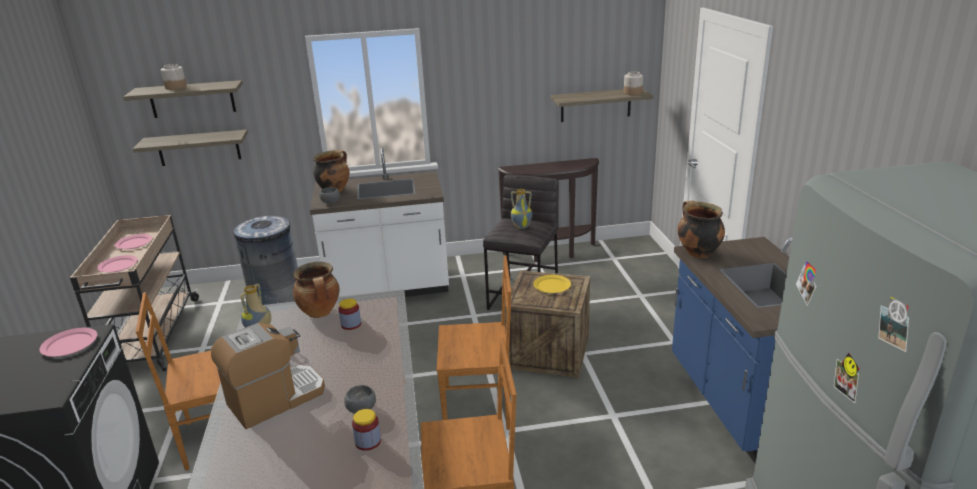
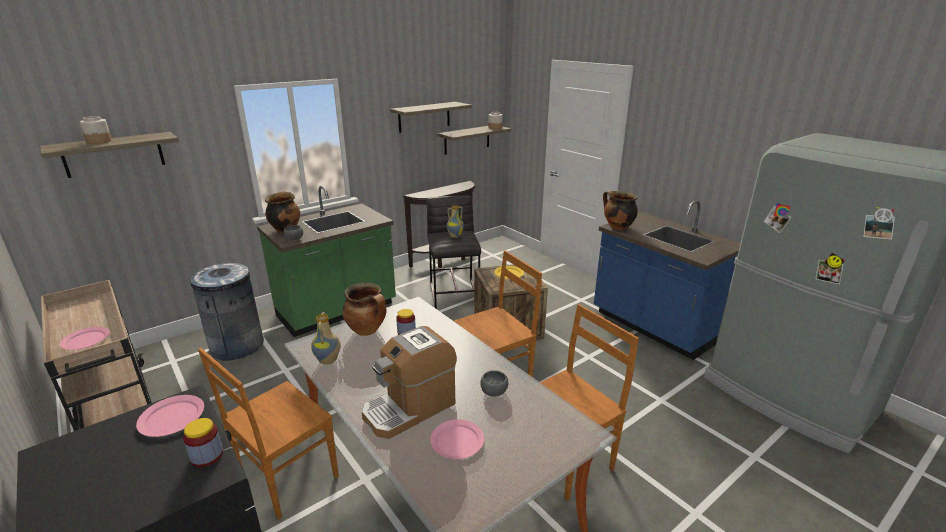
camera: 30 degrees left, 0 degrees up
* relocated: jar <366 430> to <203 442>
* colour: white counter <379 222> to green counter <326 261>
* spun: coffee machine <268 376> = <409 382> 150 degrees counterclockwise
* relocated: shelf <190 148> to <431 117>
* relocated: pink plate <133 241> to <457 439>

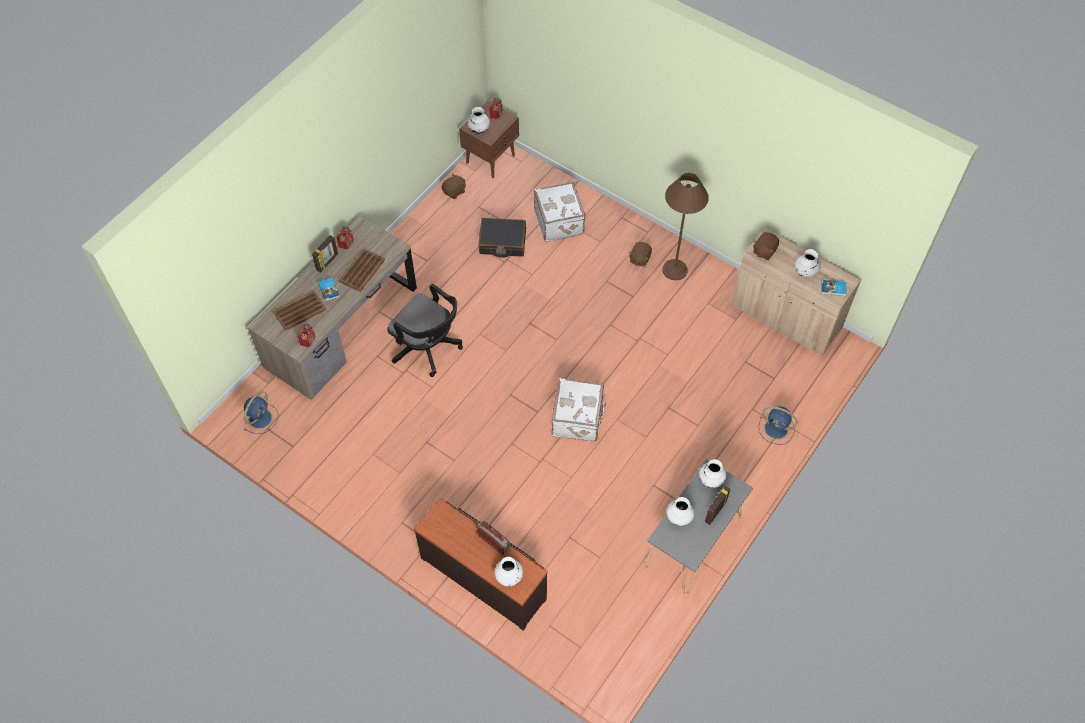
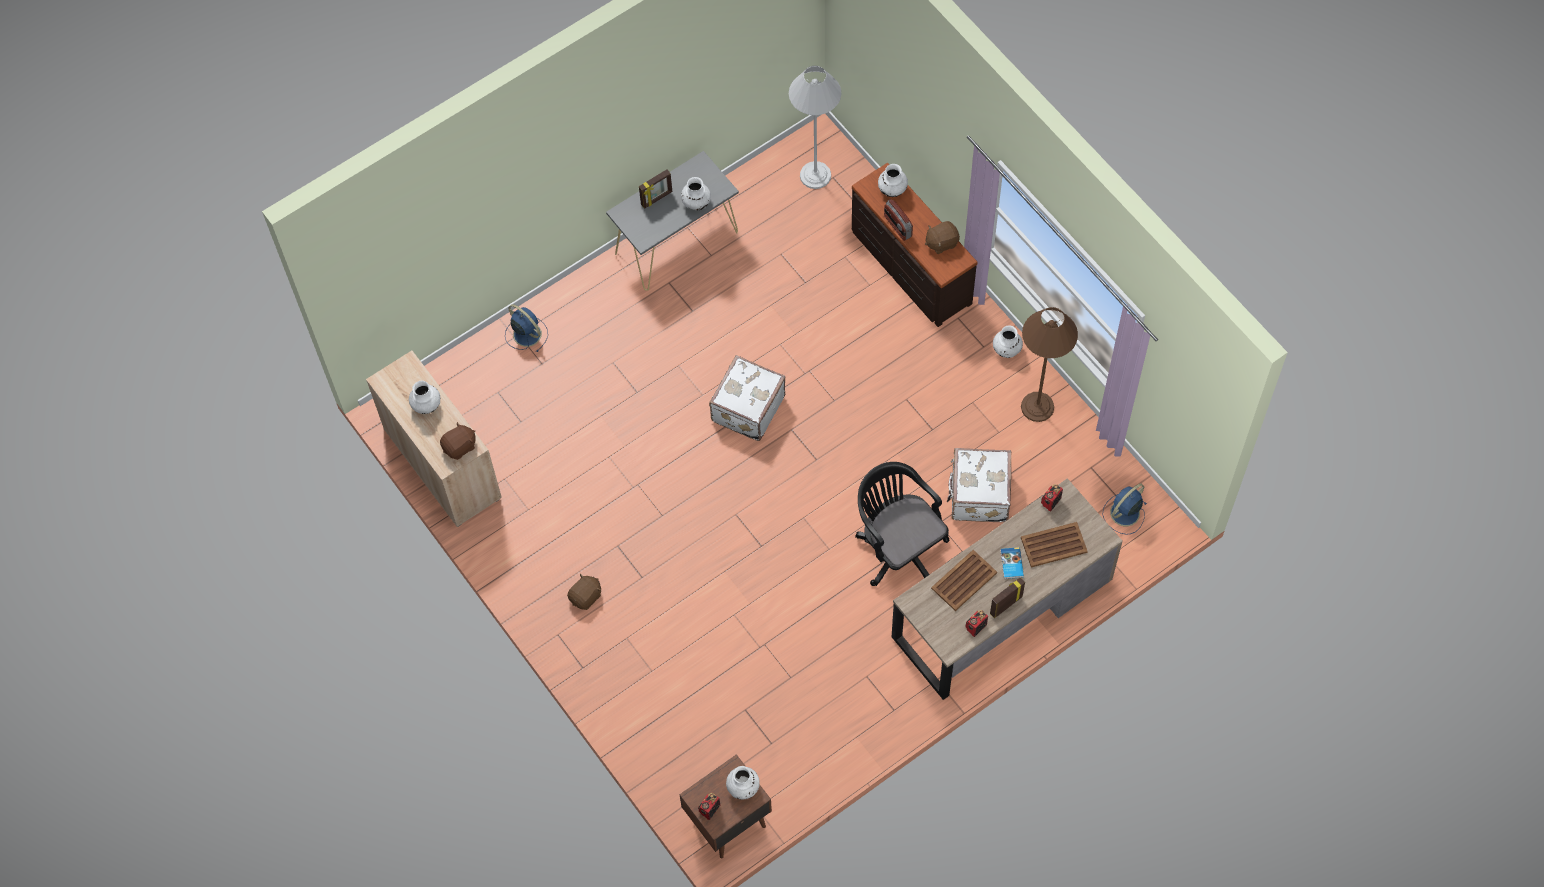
camera: 160 degrees left, 5 degrees up
* appeared: white floor lamp <815 127>
* relocated: brown plush toy <453 186> to <942 237>
* relocated: white suitcase <560 212> to <979 485>
* relocated: white vase <712 473> to <1008 341>
* relocated: brown floor lamp <685 226> to <1049 364>
* missing: black suitcase <502 238>
* missing: book <833 288>

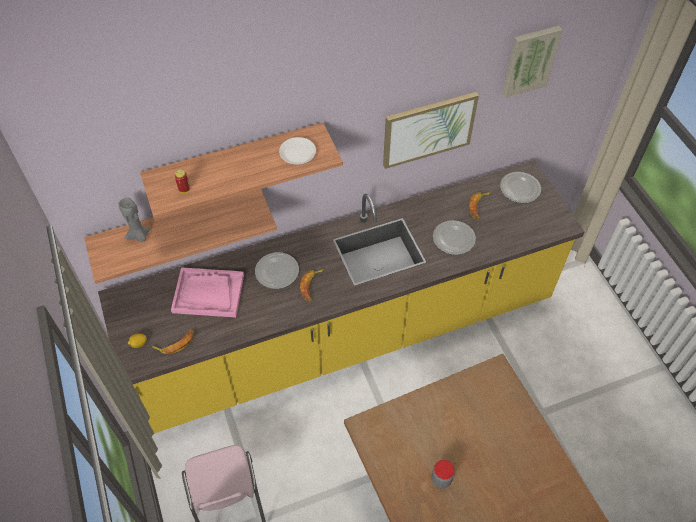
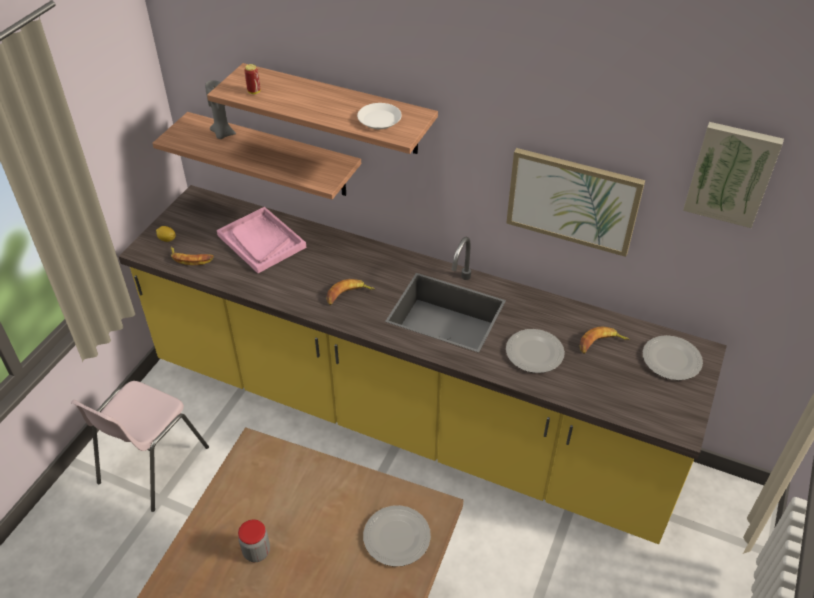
camera: 45 degrees right, 10 degrees down
* relocated: plate <277 270> to <397 536>

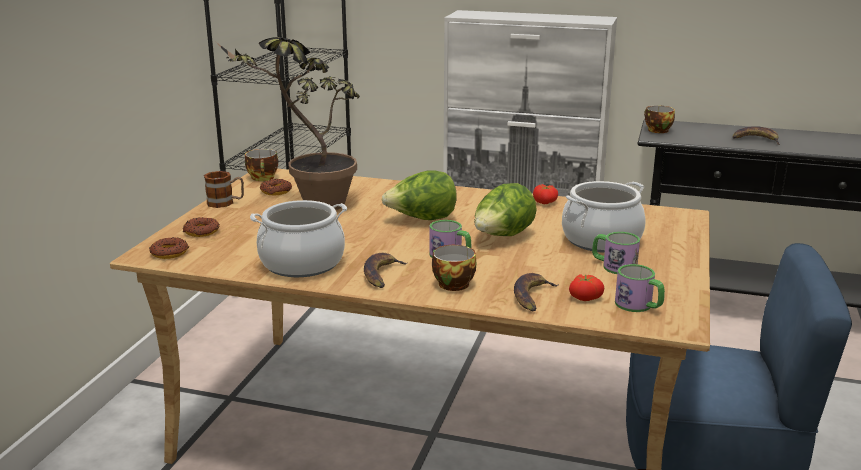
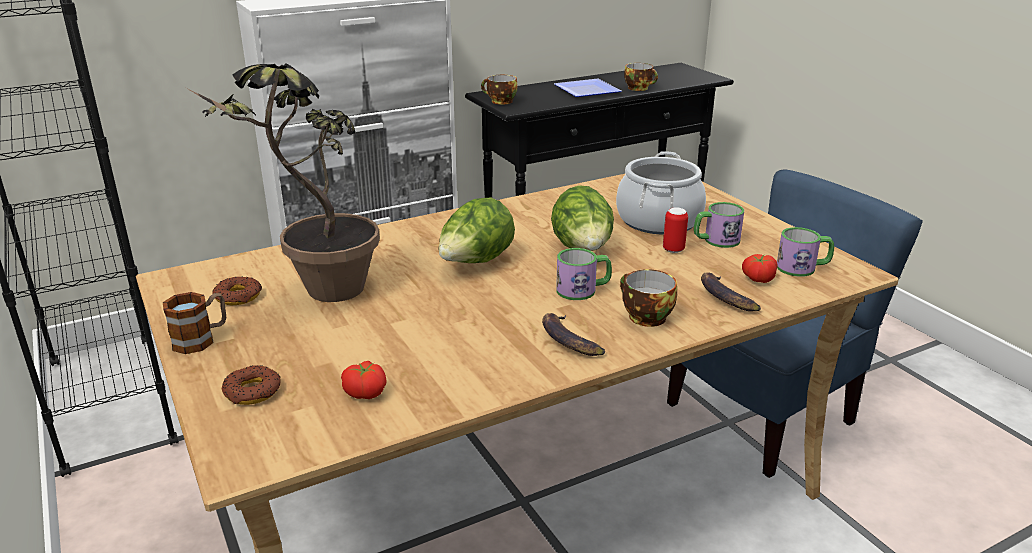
camera: 45 degrees left, 5 degrees up
* relocated: tomato <545 194> to <364 380>
* exchanged: banana <756 135> to plate <588 88>
* relocated: cup <261 165> to <641 77>
* appeared: can <675 230>
* missing: donut <169 248>
* missing: cooking pot <298 238>

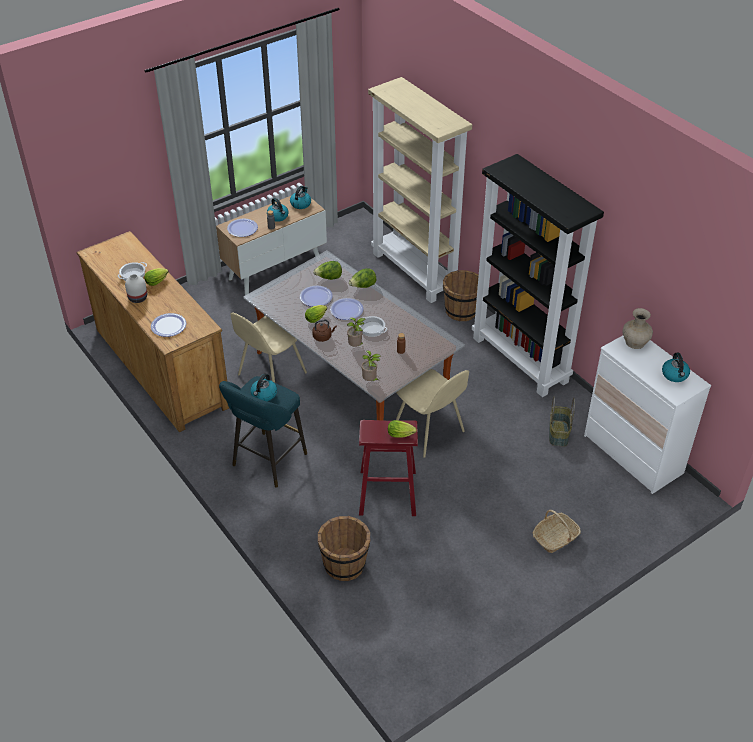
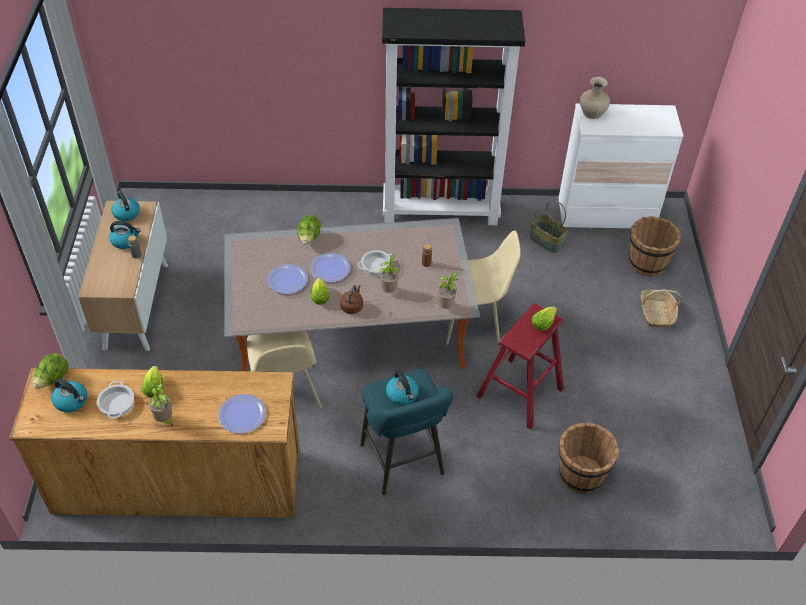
camera: 55 degrees left, 5 degrees up
* relocated: lettuce <327 270> to <51 371>
* relocated: kettle <676 367> to <69 396>
* exchanged: white vase <136 288> to potted plant <161 405>
* relocated: brown bucket <461 295> to <655 246>
* missing: plate <242 228>
* missing: beige bookcase <420 190>

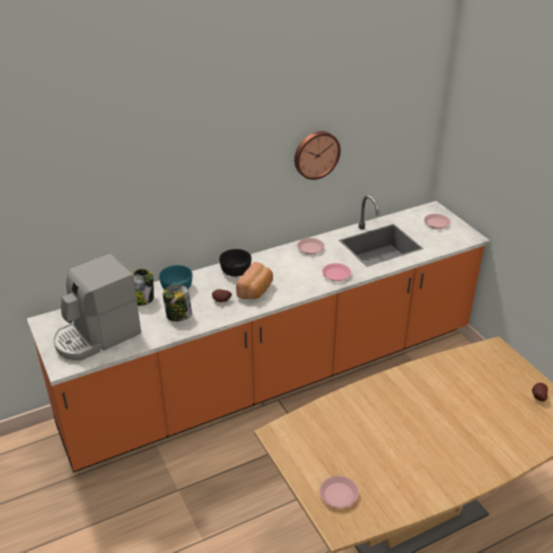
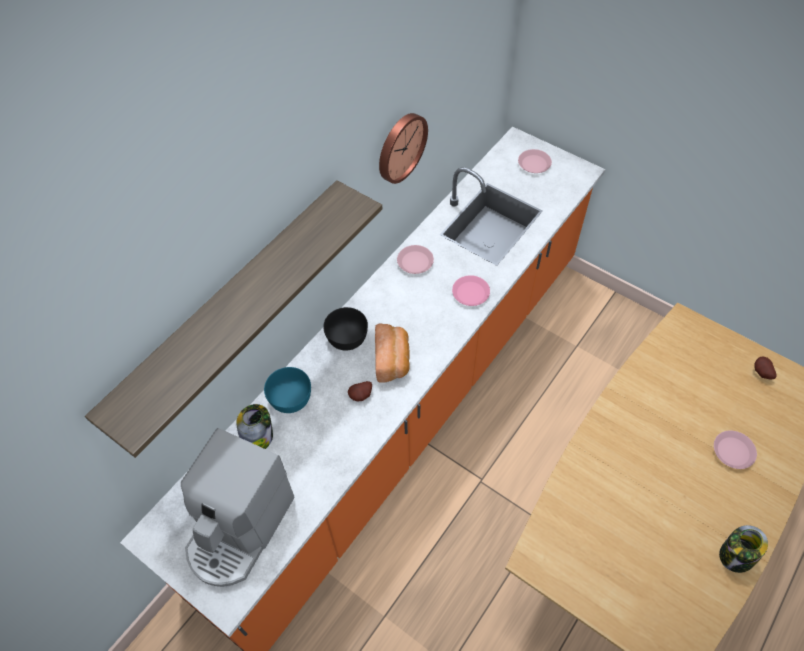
camera: 25 degrees left, 20 degrees up
* appeared: shelf <233 319>
* relocated: pink plate <339 492> to <735 450>
* relocated: jar <177 303> to <743 549>

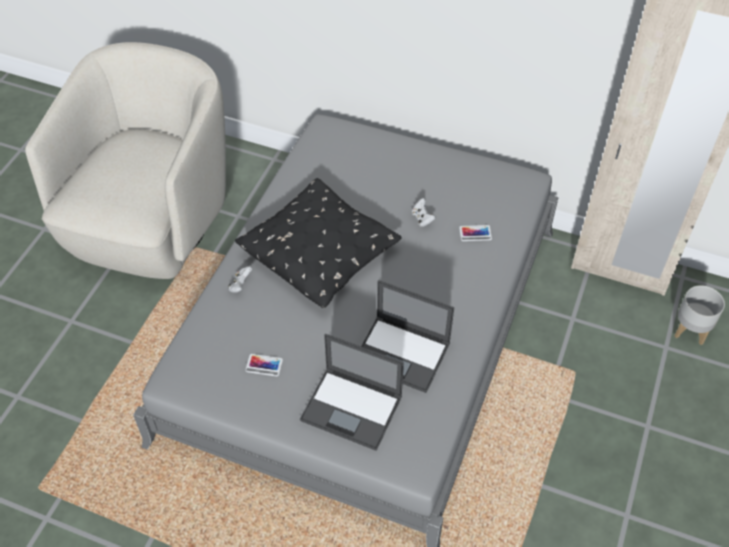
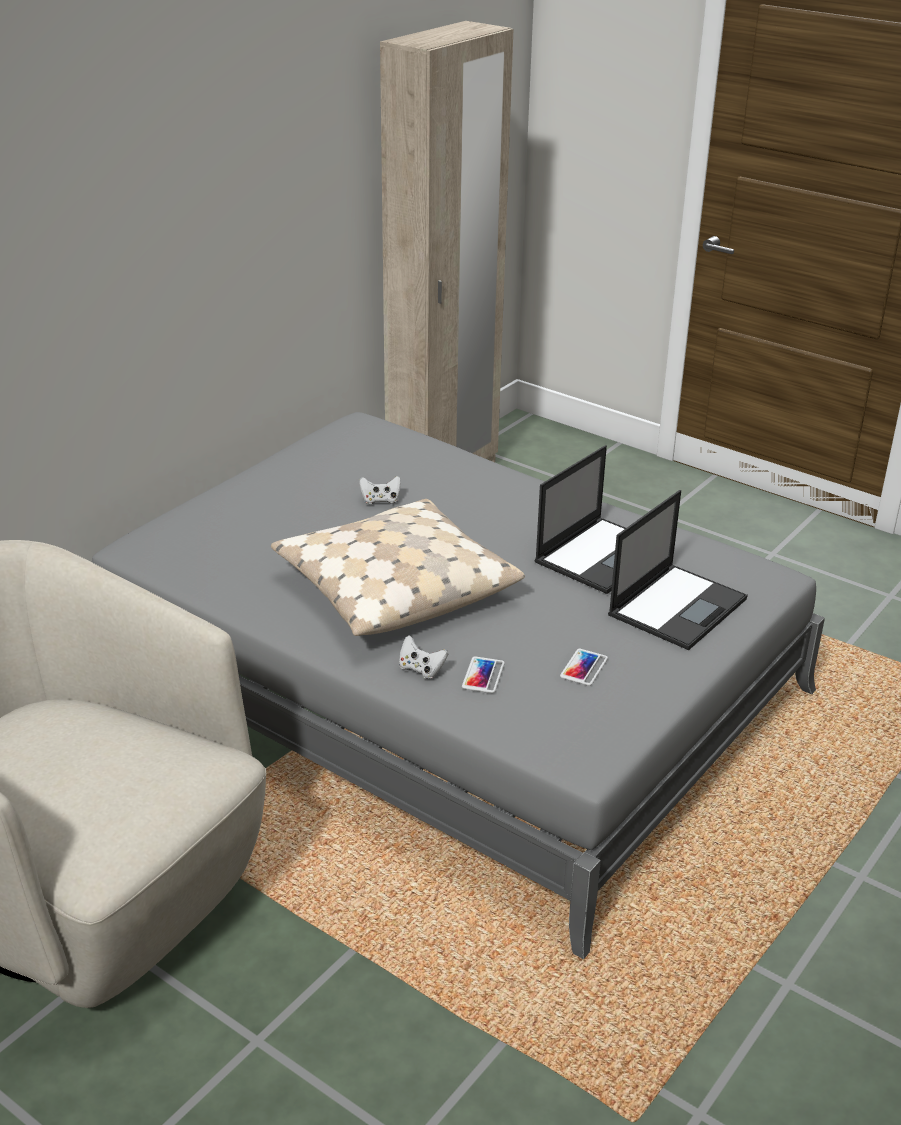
camera: 75 degrees left, 20 degrees down
* colour: black pillow <318 243> to beige pillow <398 567>
* relocated: phone <475 233> to <483 674>
* missing: grey planter <700 315>

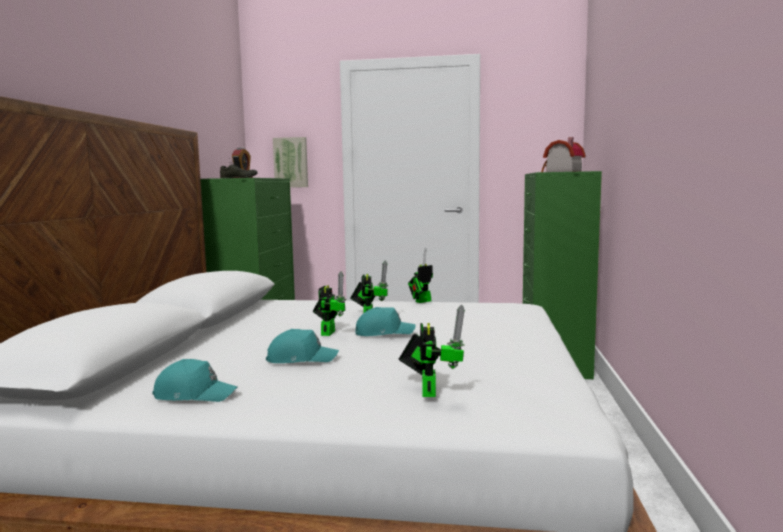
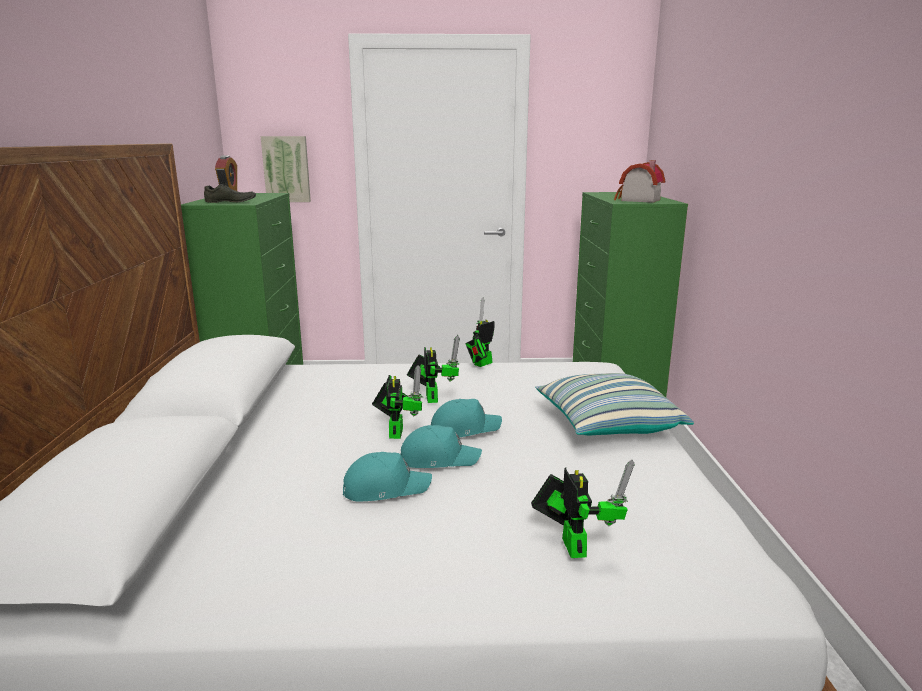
camera: 10 degrees left, 10 degrees up
* relocated: turquoise cap <195 380> to <441 446>
* appeared: pillow <614 404>

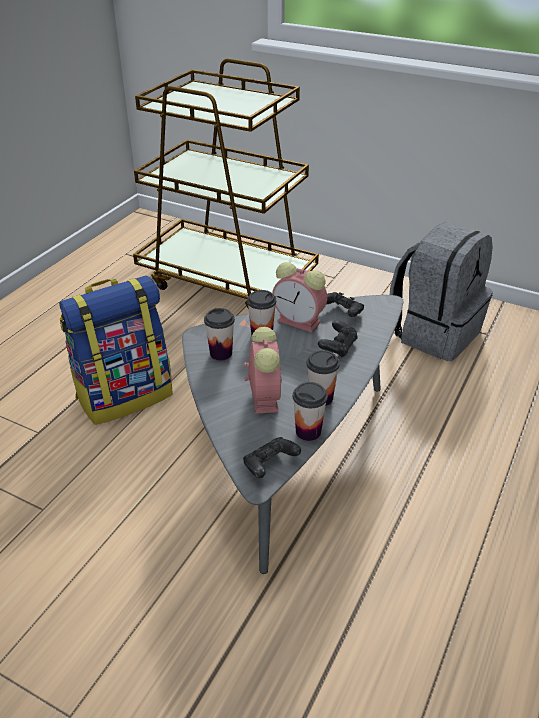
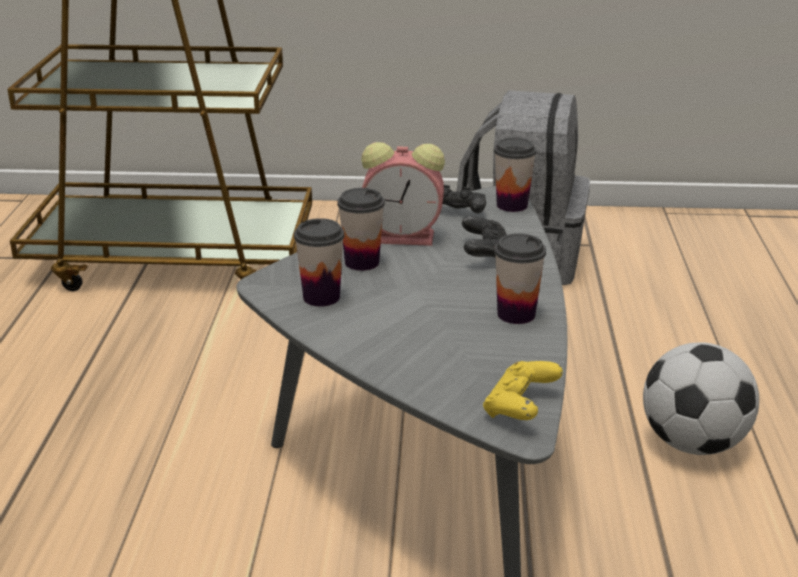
camera: 25 degrees left, 10 degrees down
* colour: black game controller <272 457> to yellow game controller <523 390>
* relocated: cup <310 411> to <515 175>
* appeared: football <701 398>
* missing: backpack <116 350>
* missing: alarm clock <263 370>

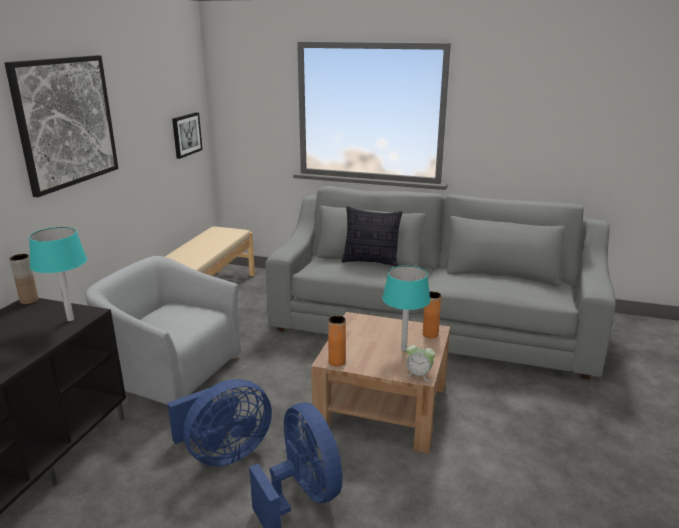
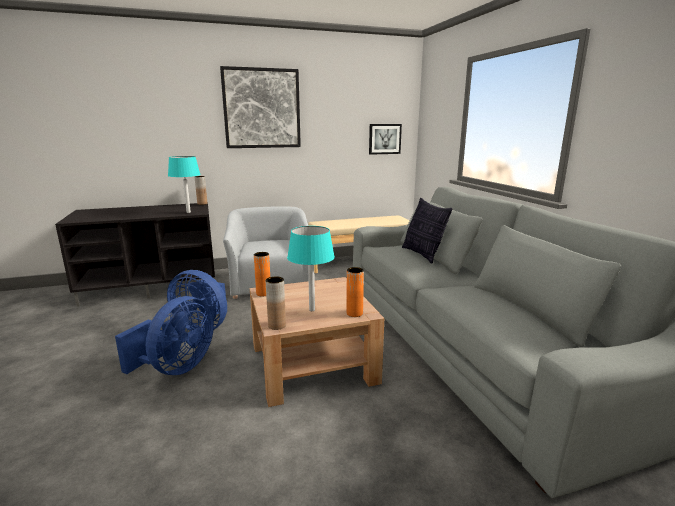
camera: 55 degrees right, 5 degrees down
* exchanged: alarm clock <420 361> to brown vase <276 303>

